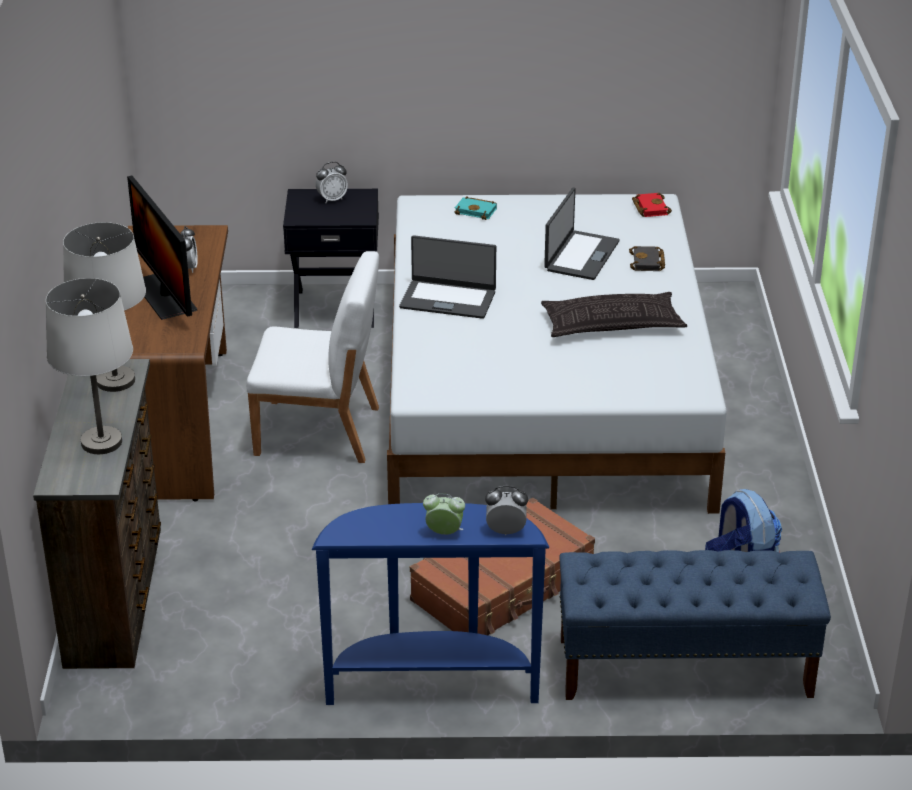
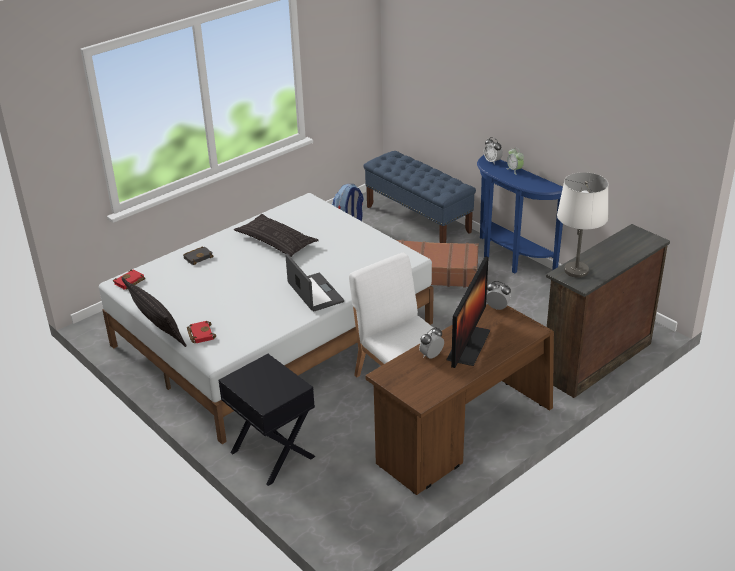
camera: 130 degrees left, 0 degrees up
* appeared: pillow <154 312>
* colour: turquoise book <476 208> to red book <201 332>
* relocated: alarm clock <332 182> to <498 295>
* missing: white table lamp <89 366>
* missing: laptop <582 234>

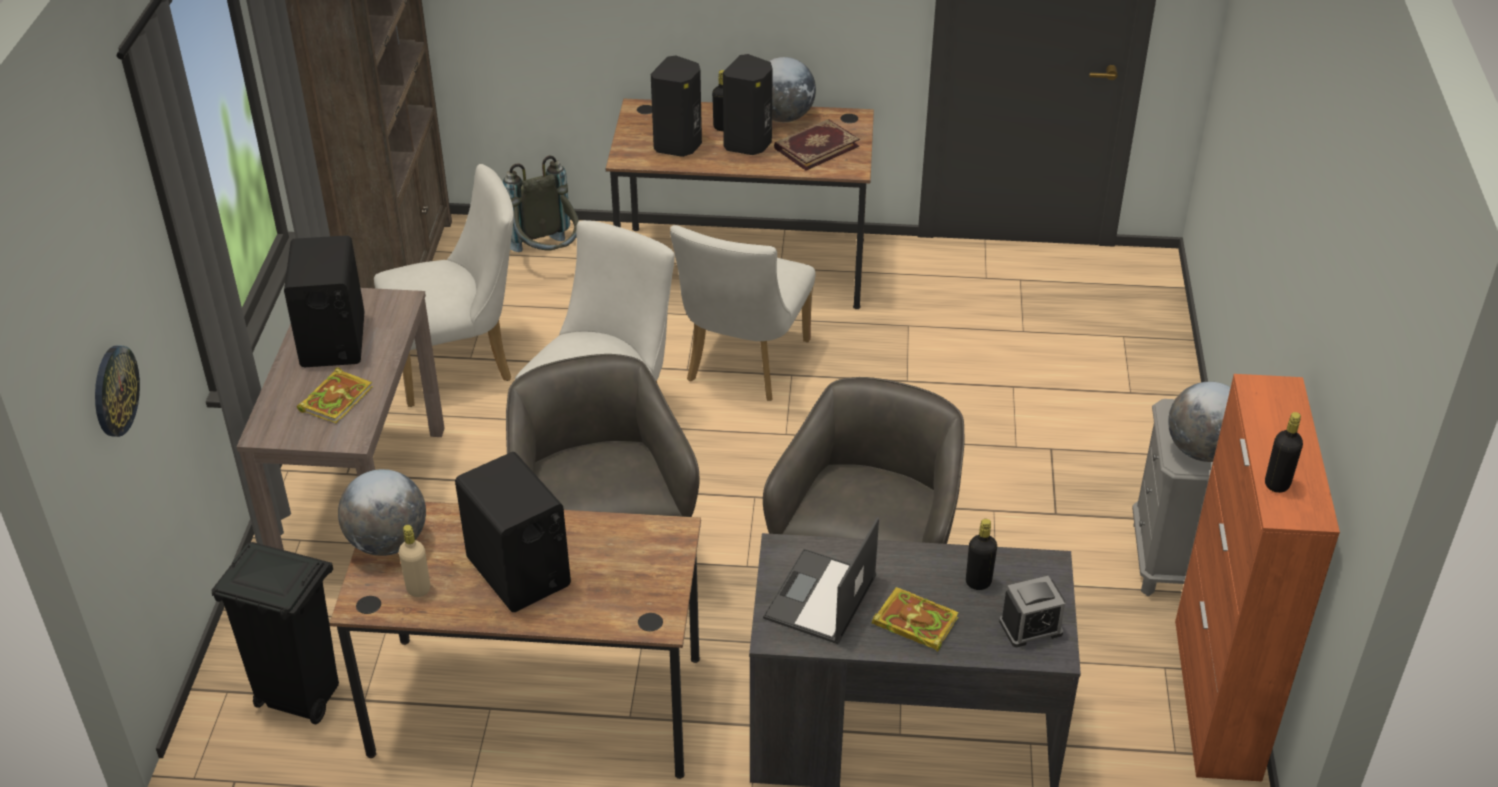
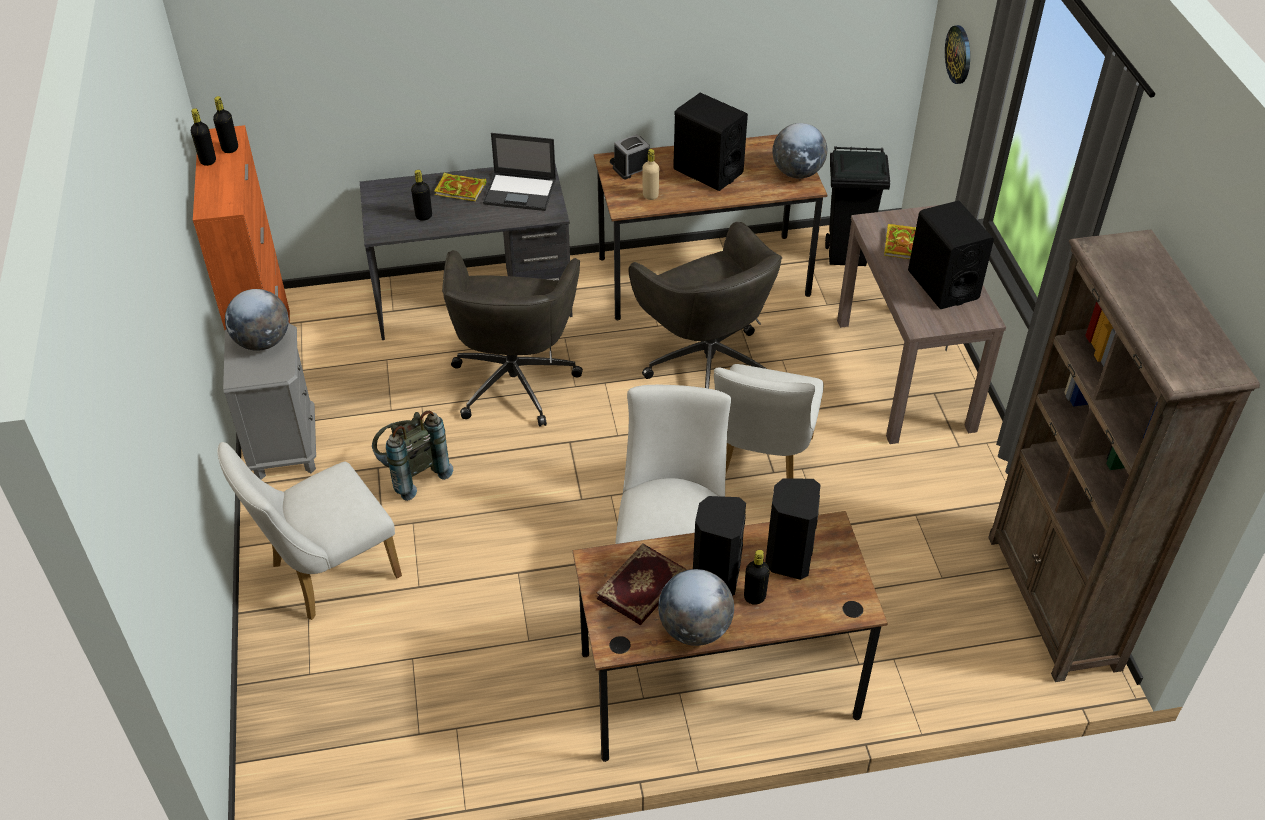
camera: 165 degrees right, 5 degrees up
* appeared: black bottle <203 137>
* relocated: white chair <444 285> to <309 531>
* relocated: grey backpack <541 204> to <412 456>
* spun: laptop <821 580> = <519 172> 90 degrees clockwise
* relocated: alarm clock <1032 611> to <631 156>
* relocated: beige bottle <414 561> to <651 174>

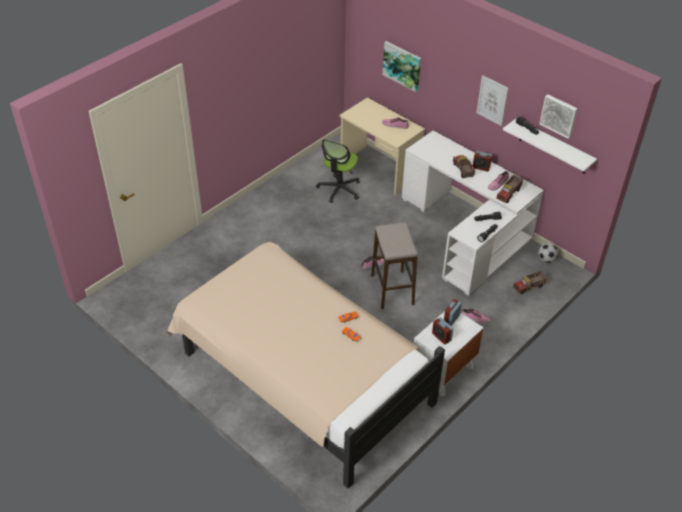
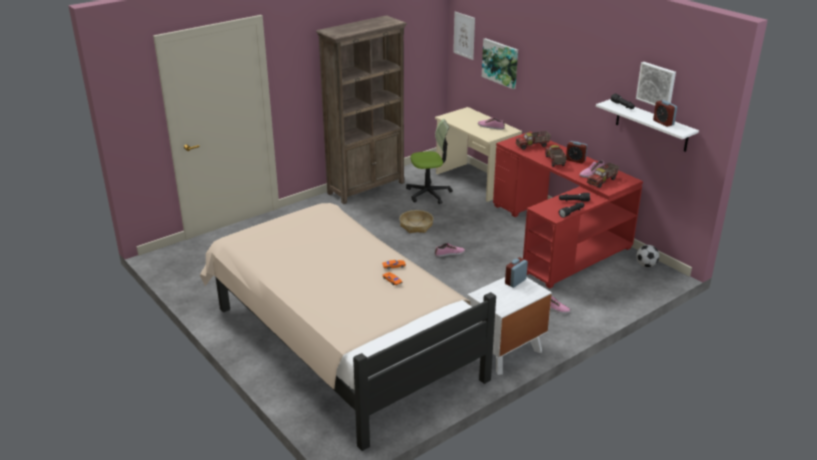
camera: 10 degrees right, 15 degrees down
* appeared: brown bookcase <361 109>
* appeared: basket <416 221>
* spun: office chair <338 171> = <429 161> 135 degrees counterclockwise
* relocated: picture <493 101> to <464 36>
* colour: white desk <473 213> to red desk <568 210>
* relocated: toy truck <530 282> to <533 140>
* relocated: alarm clock <442 330> to <665 113>
* missing: stool <394 266>

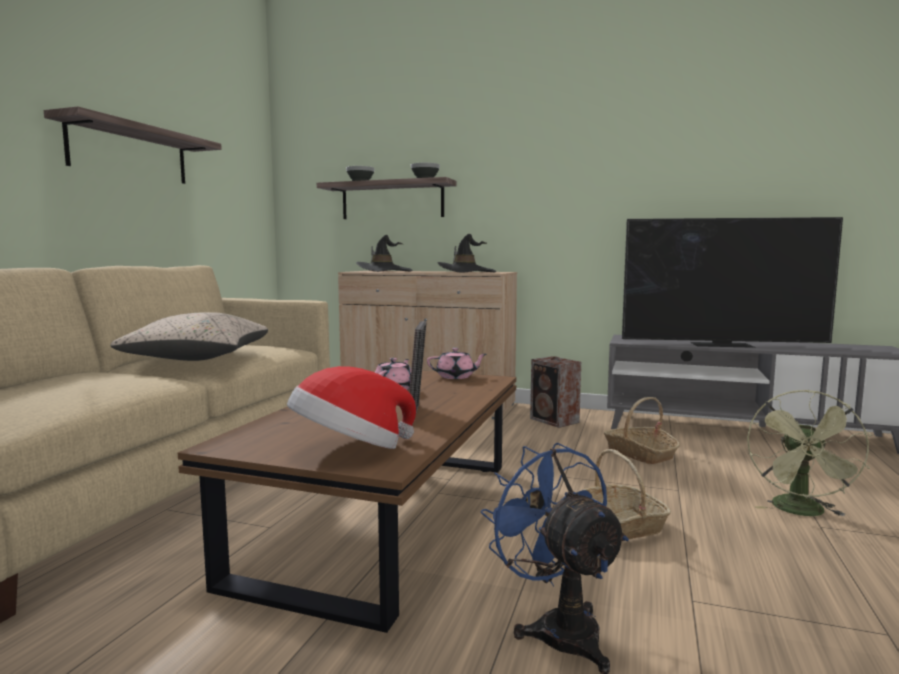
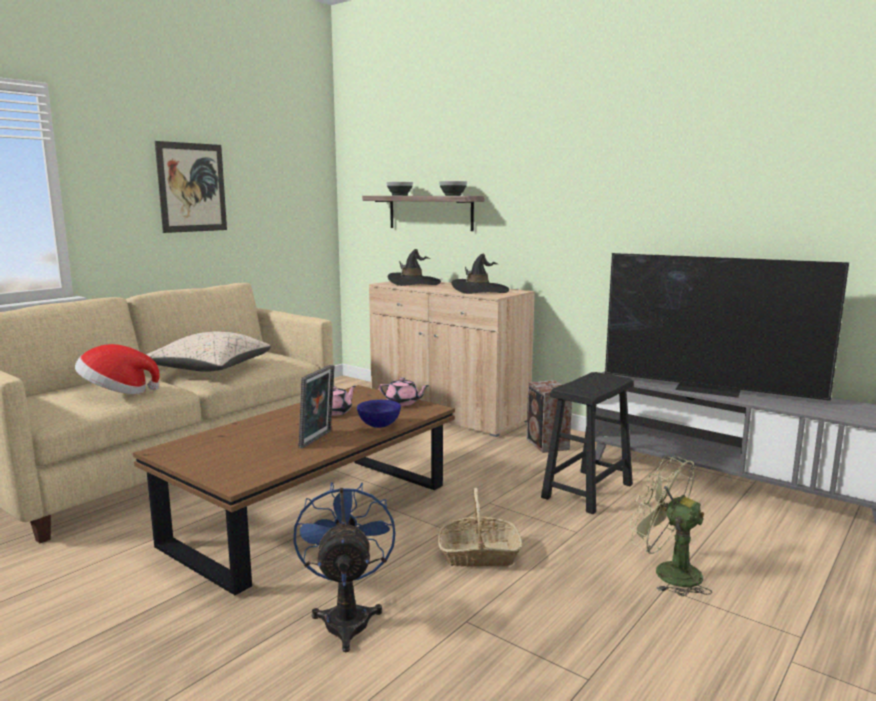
camera: 20 degrees right, 5 degrees up
* relocated: hat <351 407> to <117 369>
* exchanged: shelf <133 145> to picture <191 187>
* appeared: blue bowl <379 414>
* exchanged: basket <641 430> to black stool <587 443>
* spun: green fan <809 453> = <670 526> 90 degrees clockwise

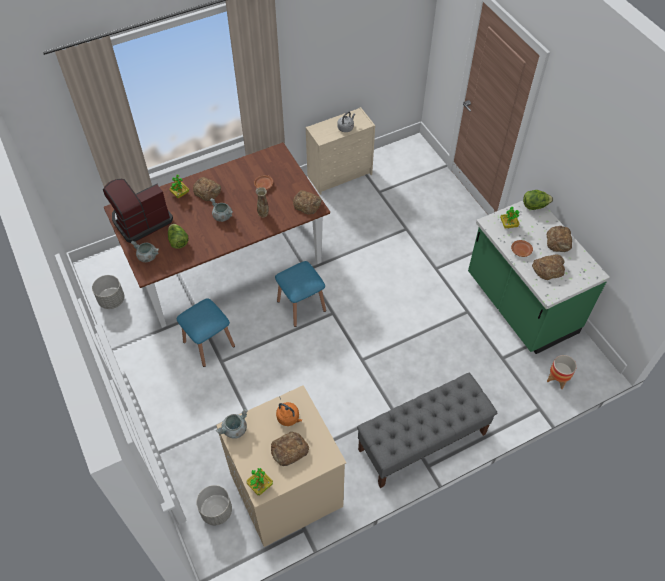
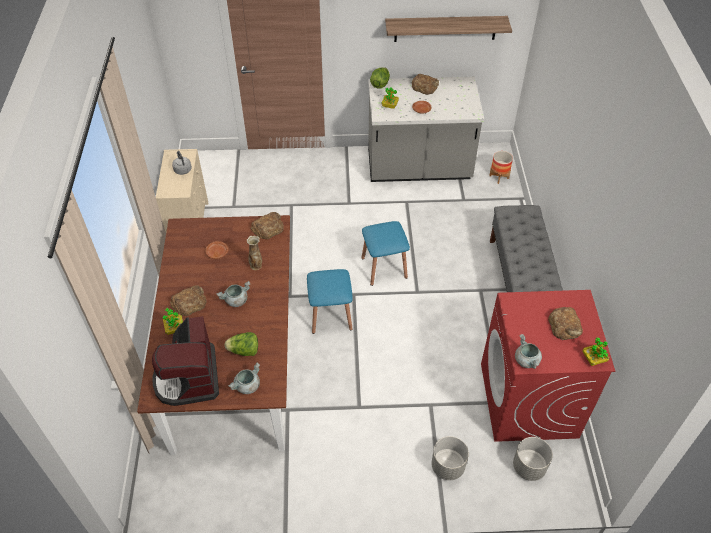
camera: 65 degrees left, 5 degrees down
* relocated: blue stool <206 332> to <385 253>
* colour: green counter <539 277> to grey counter <426 129>
* appeared: shelf <448 29>
* relocated: grey planter <108 292> to <450 458>
* colour: beige washing machine <281 466> to red washing machine <548 366>
* missing: orange kettle <289 414>
* missing: bread <548 267>

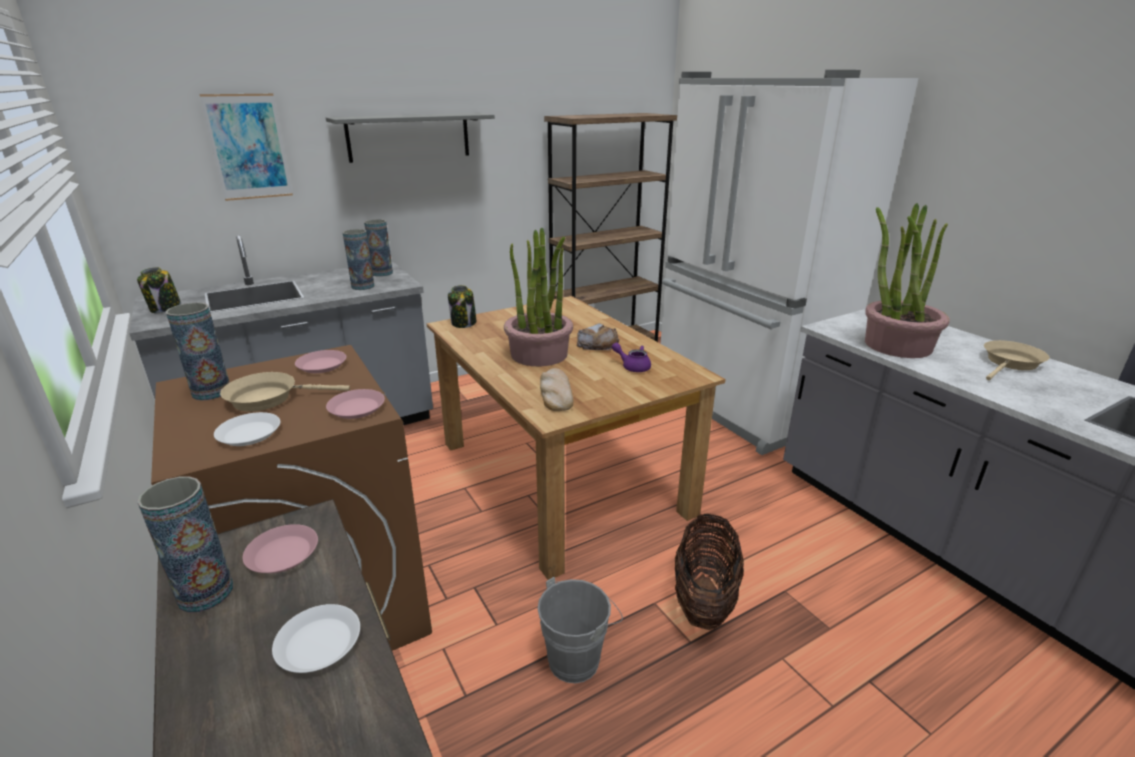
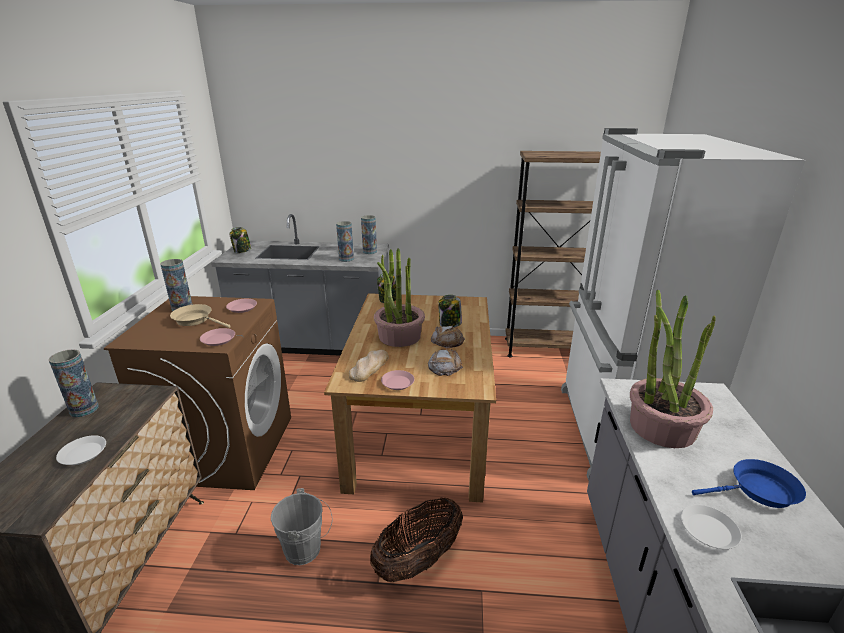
camera: 35 degrees right, 0 degrees up
* relocated: pink plate <280 548> to <397 380>
* exchanged: purple teapot <631 357> to bread <445 362>
* appeared: jar <450 311>
* relocated: white plate <247 429> to <711 527>
* colour: beige frying pan <1017 360> to blue frying pan <749 483>
* missing: picture <246 147>
* missing: grey shelf <410 138>

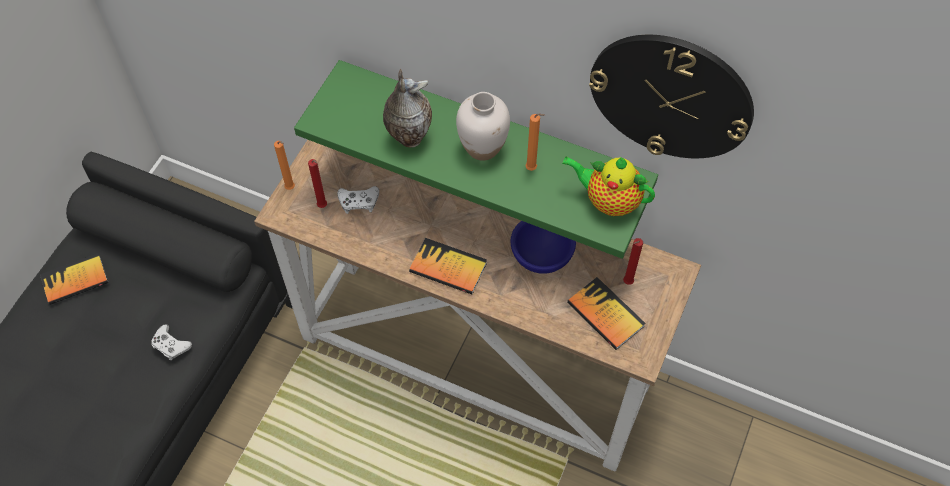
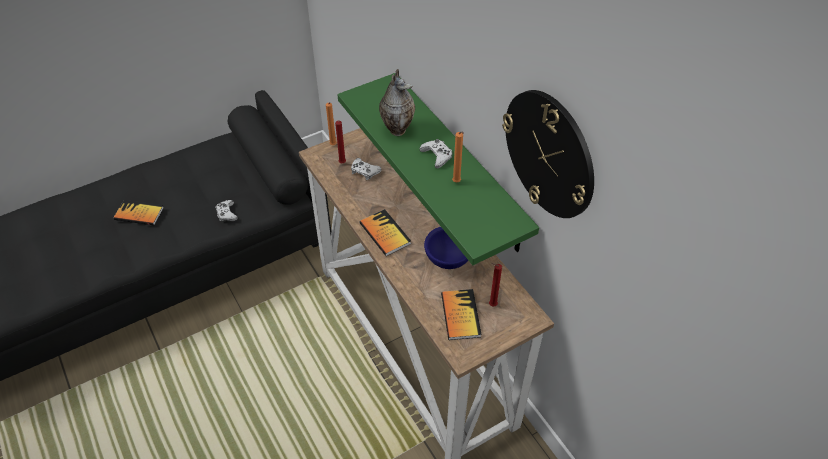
camera: 35 degrees right, 10 degrees down
* relocated: book <74 279> to <138 213>
* exchanged: white vase <483 126> to white game controller <436 153>
* missing: teapot <608 186>

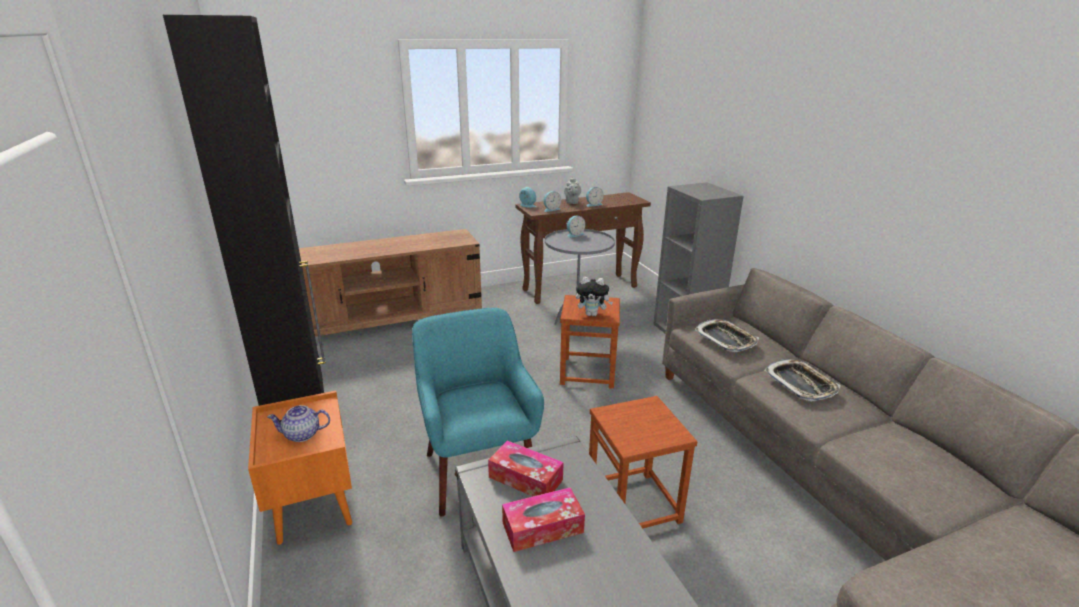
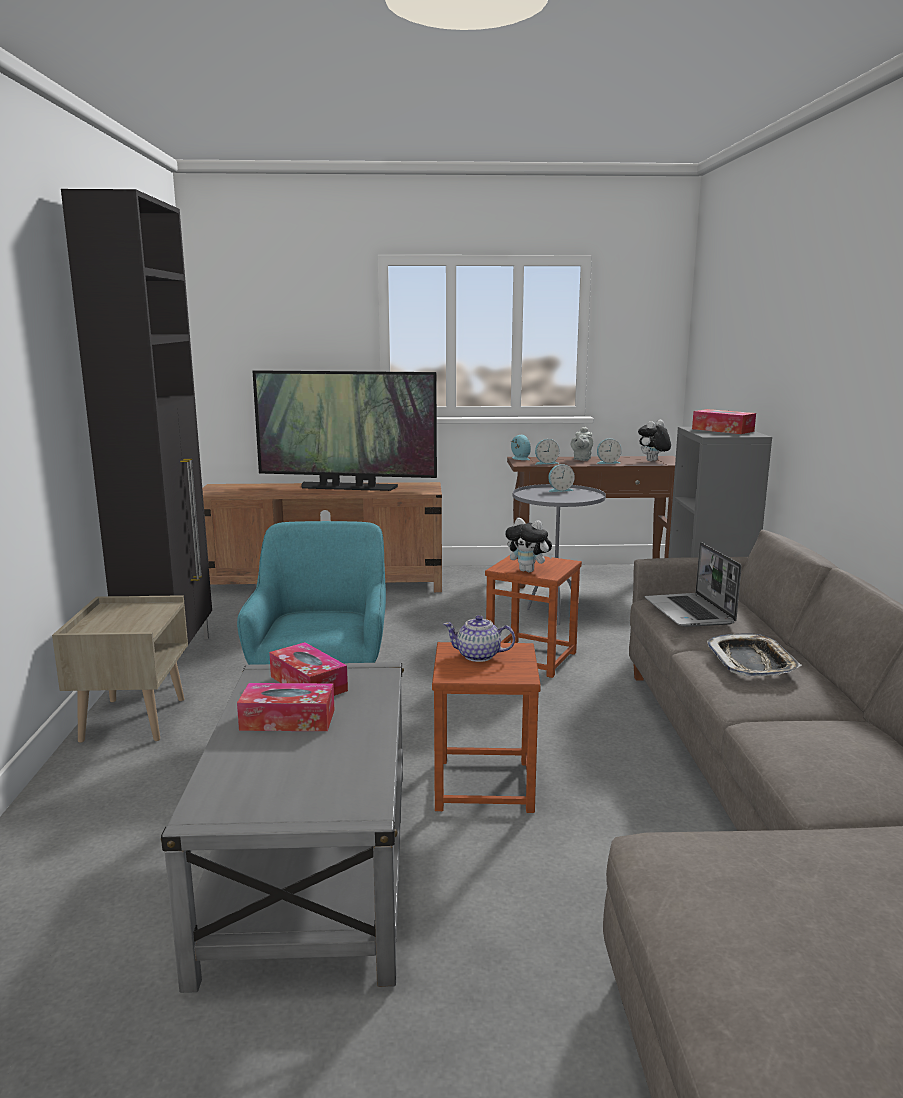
camera: 20 degrees right, 10 degrees down
* colour: orange nightstand <300 468> to beige nightstand <120 669>
* appeared: television <345 430>
* relocated: teapot <298 423> to <479 638>
* appeared: plush toy <654 440>
* exchanged: tray <727 335> to laptop <693 584>
* appeared: tissue box <724 421>

